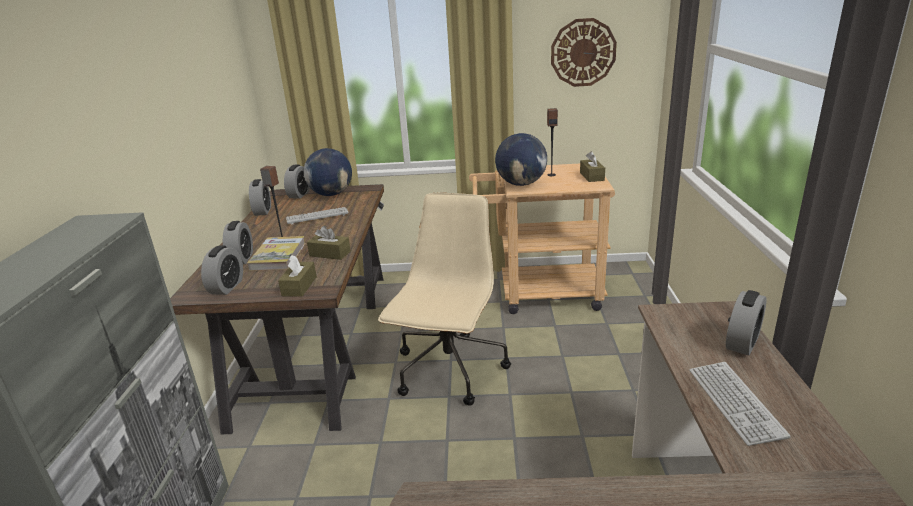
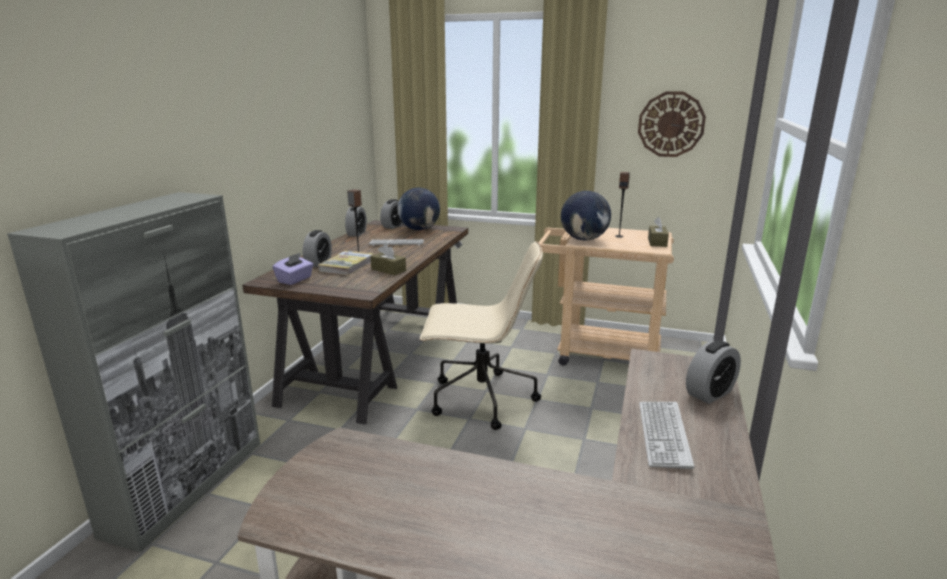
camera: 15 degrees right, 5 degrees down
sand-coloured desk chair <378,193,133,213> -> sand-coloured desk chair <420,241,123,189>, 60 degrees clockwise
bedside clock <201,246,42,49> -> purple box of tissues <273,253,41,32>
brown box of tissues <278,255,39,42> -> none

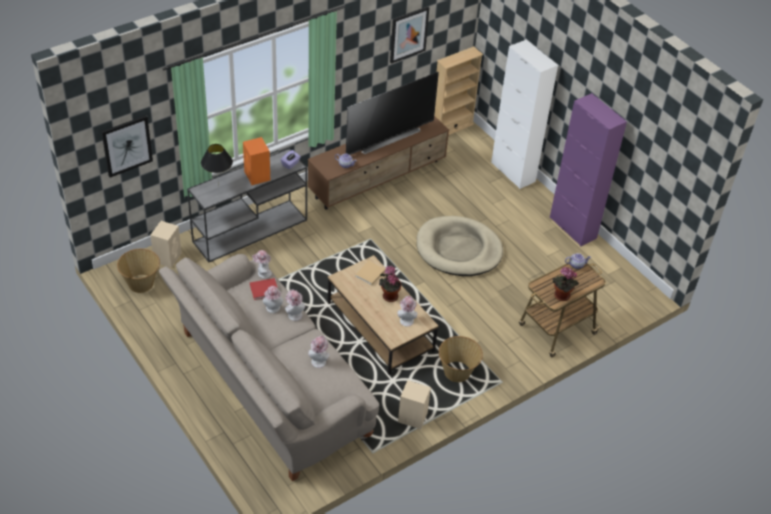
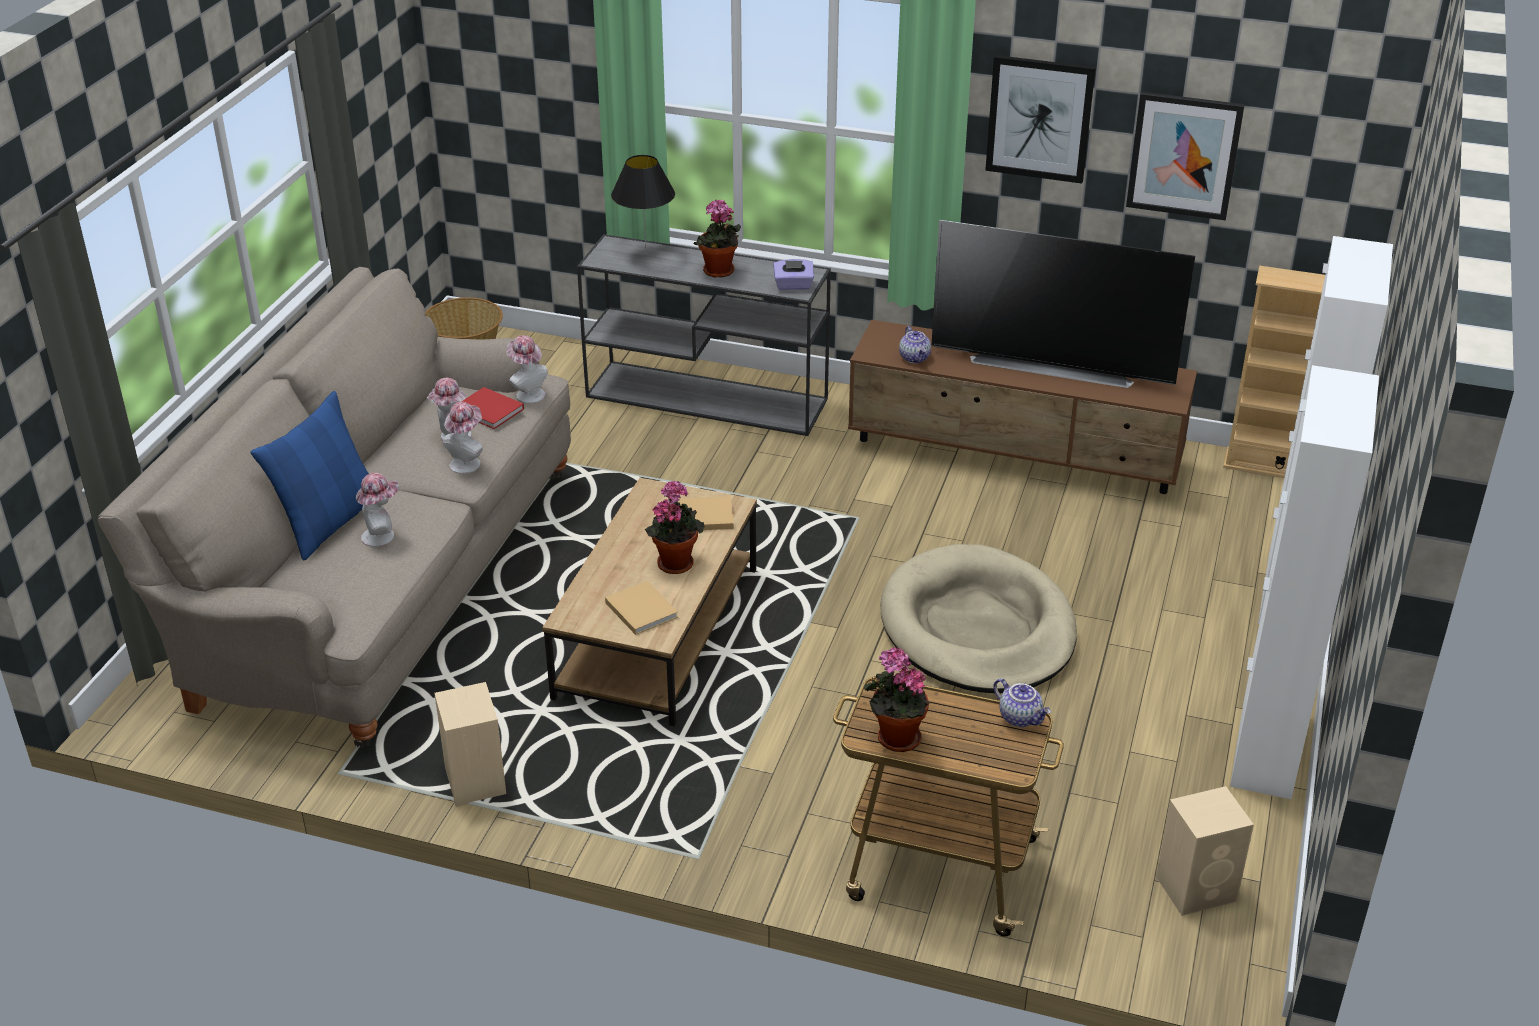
camera: 55 degrees right, 10 degrees down
purple storage cabinet <550,93,77,153> -> white storage cabinet <1230,365,149,434>
wall art <101,115,52,63> -> wall art <985,55,111,129>, moved
orangey speaker <243,137,27,48> -> potted plant <693,200,48,78>
sand-coloured speaker <150,221,31,47> -> sand-coloured speaker <1156,786,98,130>, moved
wearable hat <398,296,19,31> -> sand-coloured book <605,581,73,54>
basket <439,336,44,46> -> none
none -> blue-coloured pillow <250,391,119,169>

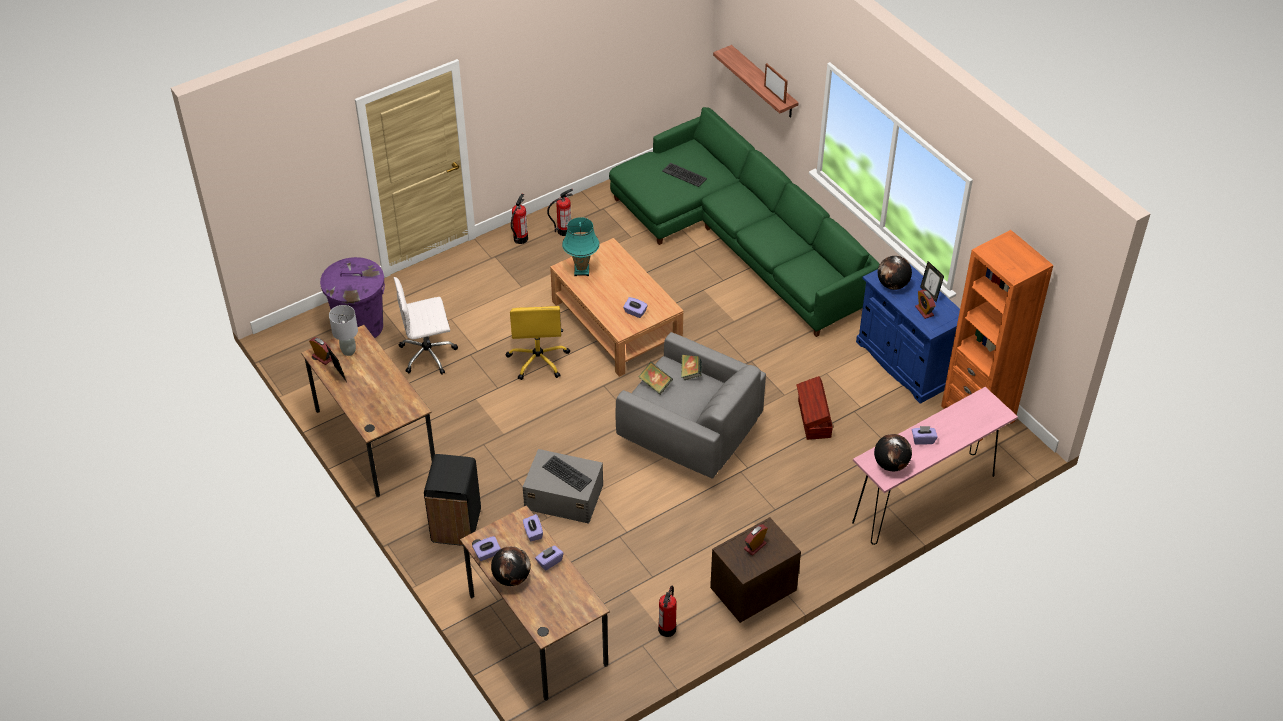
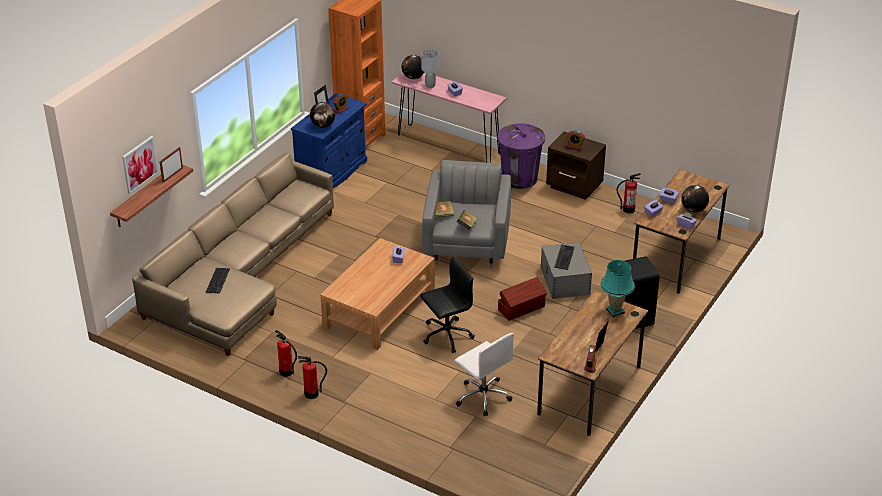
camera: 115 degrees left, 10 degrees down
green-coloured sofa <609,107,271,230> -> sand-coloured sofa <132,153,202,203>
turquoise-coloured tabletop lamp <562,217,38,59> -> turquoise-coloured tabletop lamp <601,260,34,57>, moved
purple waste bin <320,257,65,81> -> purple waste bin <497,123,48,66>, moved
gray tabletop lamp <329,305,29,51> -> gray tabletop lamp <421,49,18,39>, moved
yellowish desk chair <506,306,64,74> -> black desk chair <420,257,55,96>
brown storage bin <796,376,37,64> -> brown storage bin <498,277,49,44>, moved
world globe <874,434,38,37> -> world globe <402,55,22,24>, moved
none -> wall art <122,136,37,58>

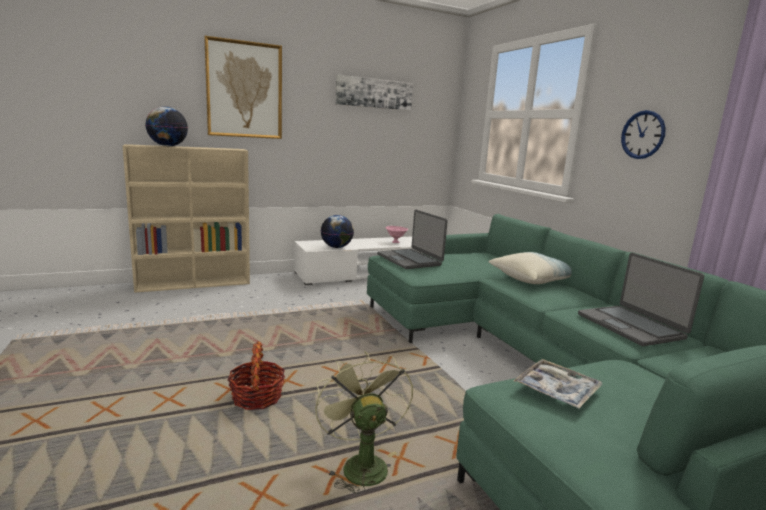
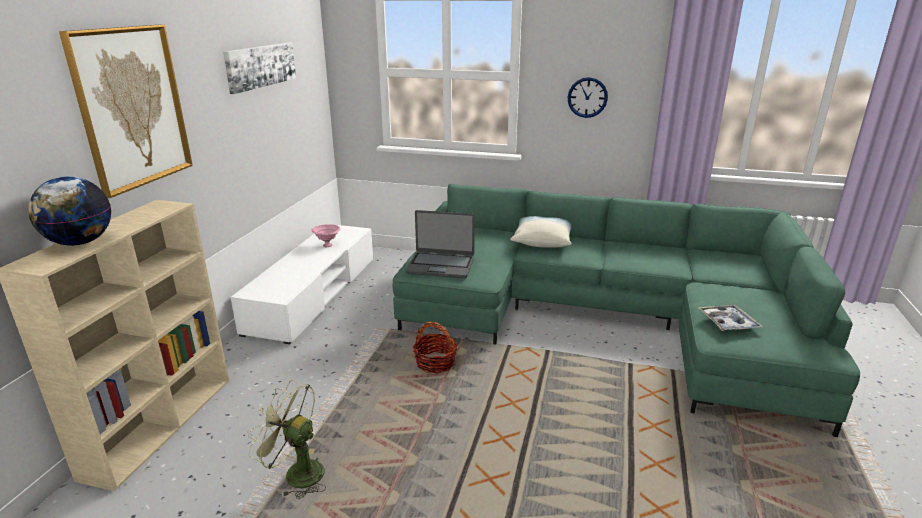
camera: 50 degrees left, 10 degrees up
world globe <321,215,33,33> -> none
notebook computer <578,253,126,93> -> none
basket <228,342,57,68> -> basket <413,322,45,52>, moved
green-coloured fan <315,351,98,143> -> green-coloured fan <248,380,78,119>, moved

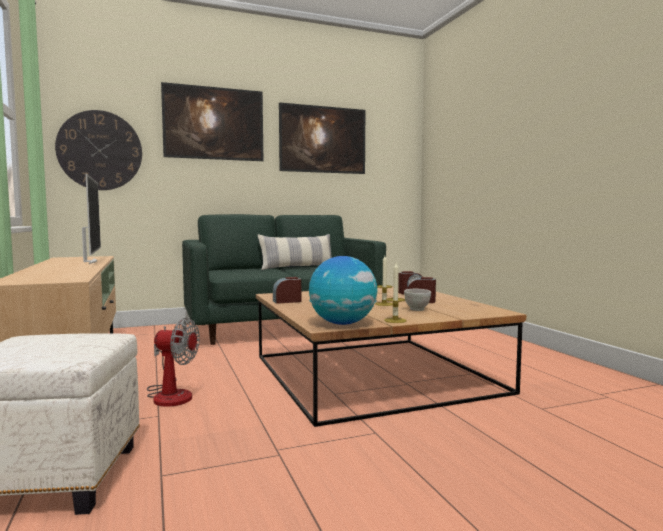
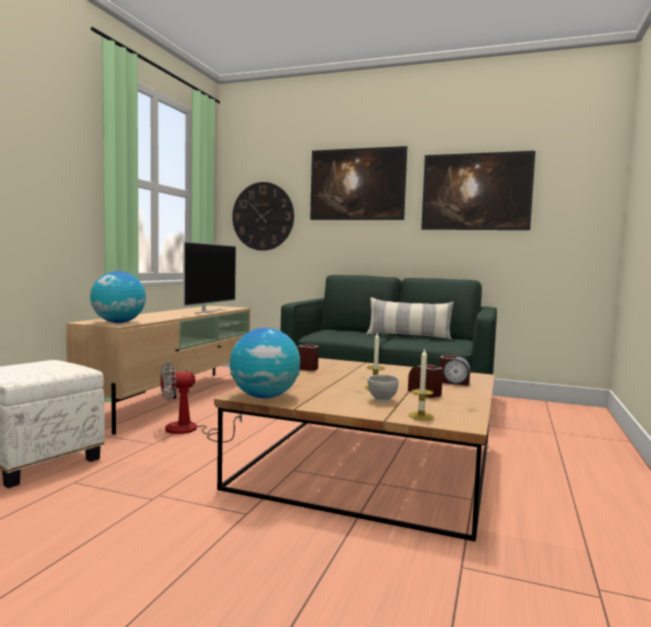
camera: 40 degrees right, 0 degrees up
candle <384,263,23,60> -> candle <408,348,26,72>, moved
fan <147,318,53,89> -> fan <160,362,82,80>, 105 degrees clockwise
none -> world globe <90,271,56,52>

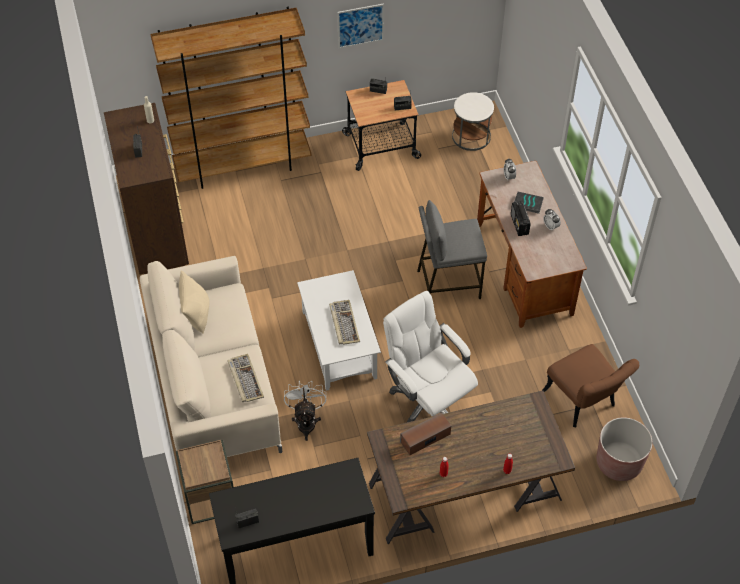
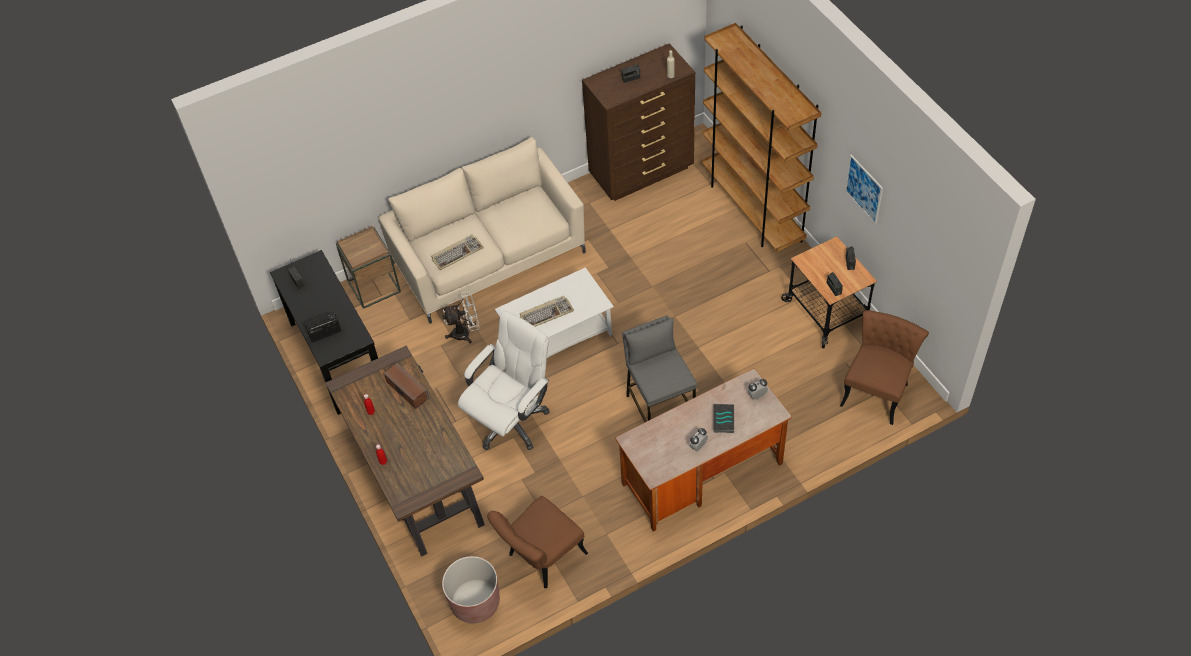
camera: 80 degrees right, 0 degrees up
white end table <452,92,42,59> -> brown chair <840,310,89,115>
radio <511,201,20,35> -> radio <304,312,37,31>, moved
sand-coloured pillow <179,271,31,63> -> none

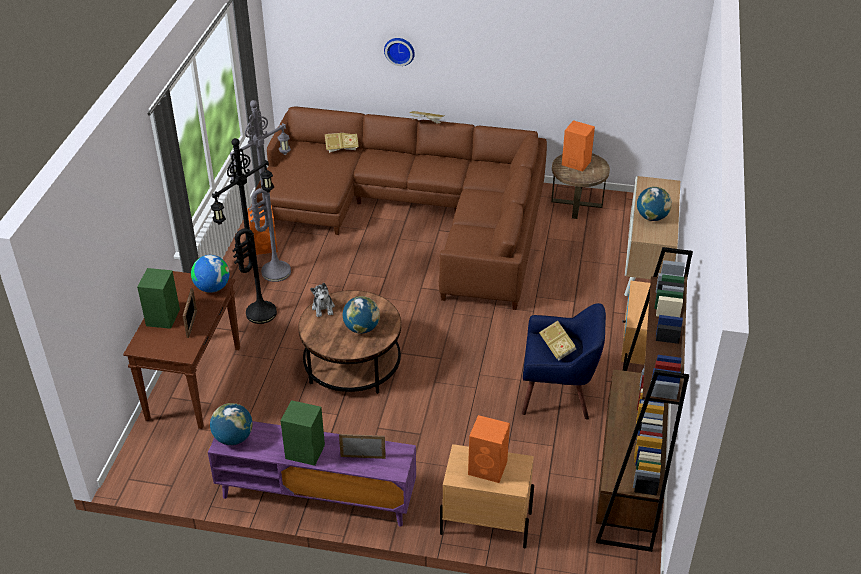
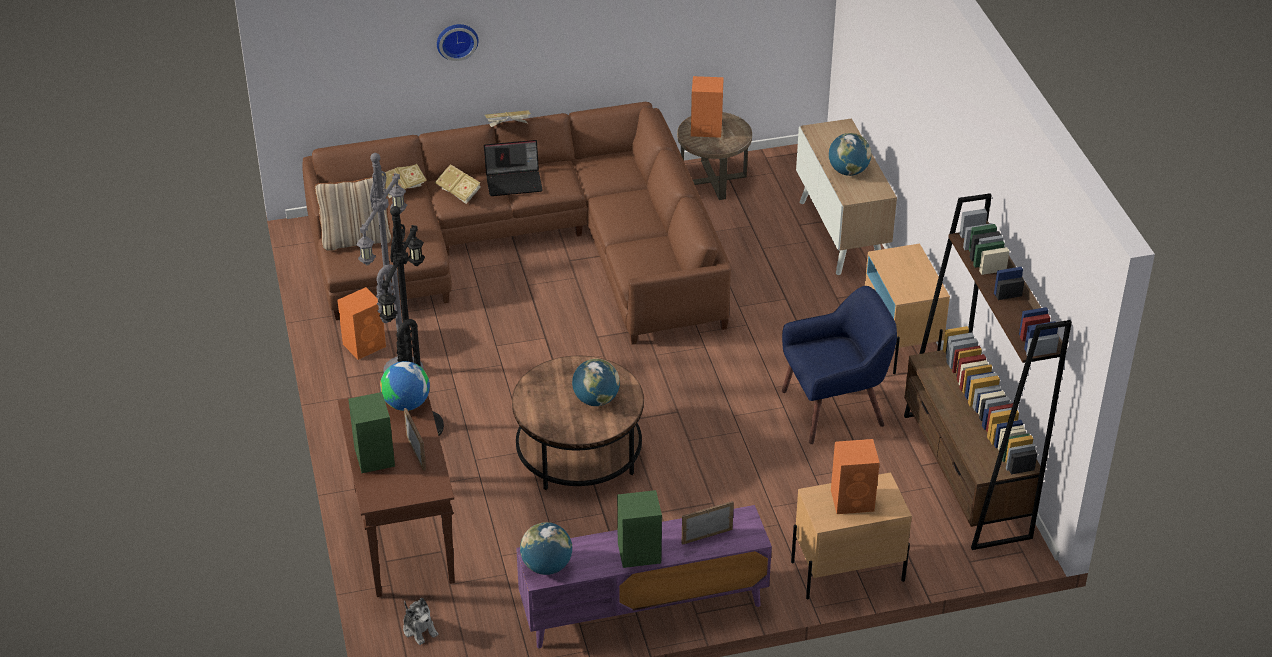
camera: 25 degrees left, 0 degrees up
plush toy <310,283,25,34> -> plush toy <403,598,35,47>, moved
book <539,320,37,41> -> book <435,164,46,40>, moved
none -> notebook computer <484,140,59,56>
none -> sand-coloured pillow <315,177,77,74>

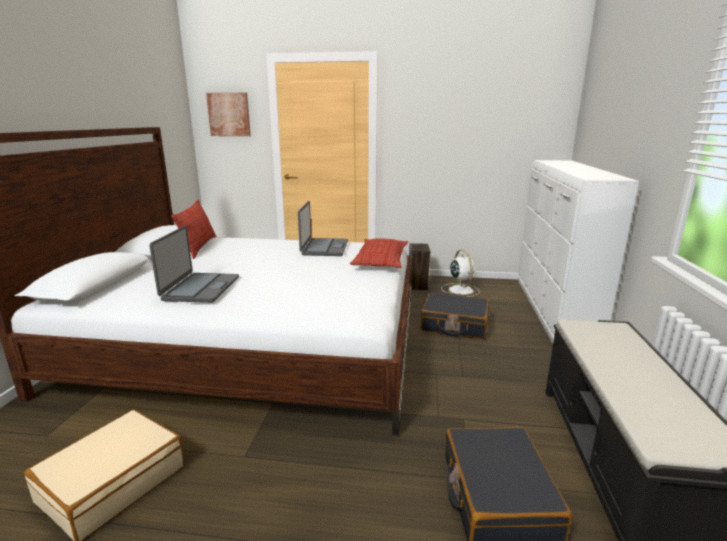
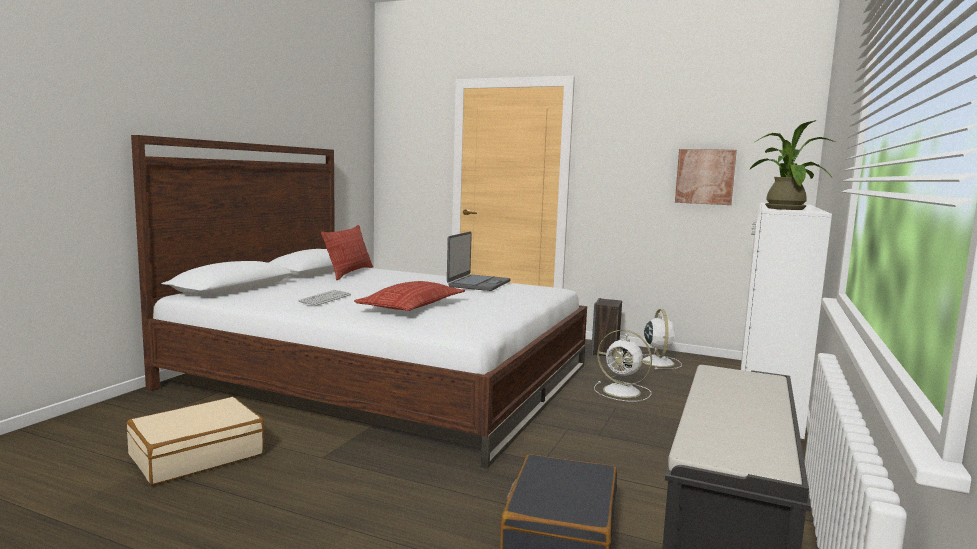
camera: 15 degrees right, 10 degrees down
wall art <206,93,45,43> -> wall art <675,149,62,56>, moved
notebook computer <149,226,90,77> -> keyboard <299,290,52,16>
pillow <350,238,58,30> -> pillow <354,281,111,30>, moved
black travel case <421,293,68,46> -> white fan <594,330,58,72>
none -> potted plant <750,120,86,90>

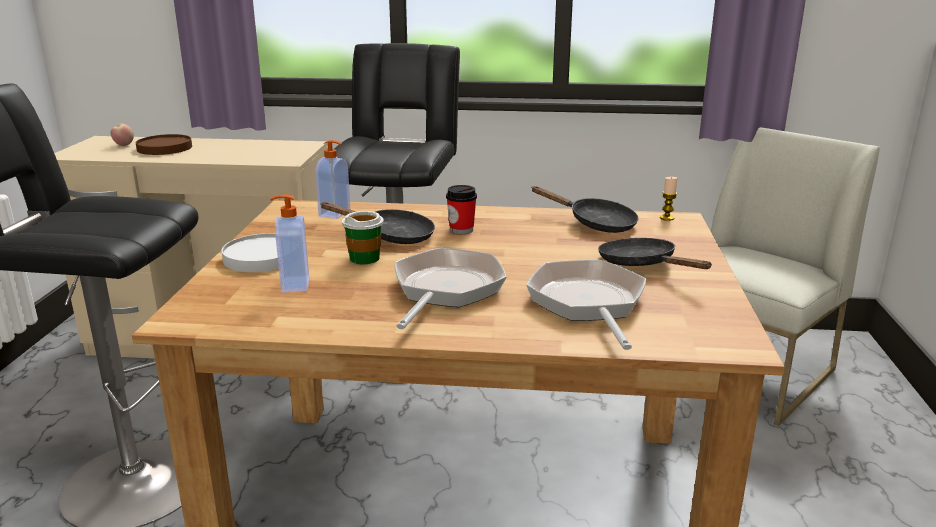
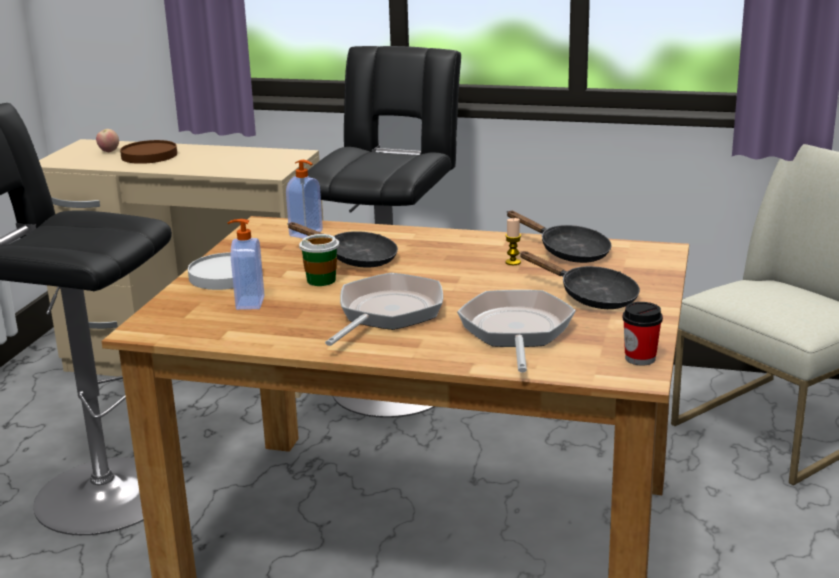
camera: 10 degrees right, 0 degrees up
candle <660,176,17,45> -> candle <505,218,16,47>, moved
cup <446,185,31,49> -> cup <622,302,41,63>, moved
black pan <598,238,114,31> -> black pan <520,251,120,58>, 150 degrees clockwise

